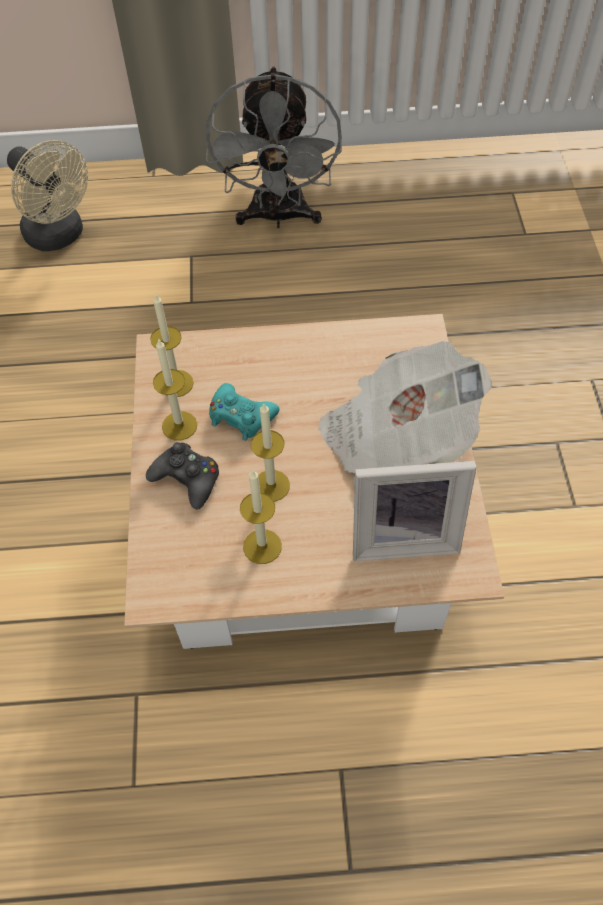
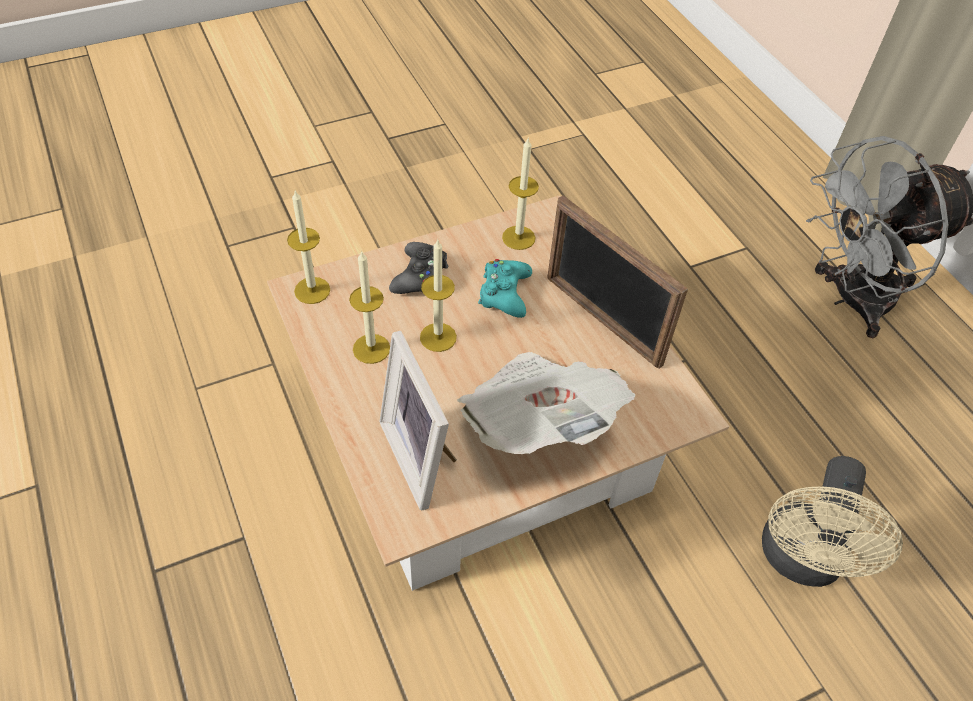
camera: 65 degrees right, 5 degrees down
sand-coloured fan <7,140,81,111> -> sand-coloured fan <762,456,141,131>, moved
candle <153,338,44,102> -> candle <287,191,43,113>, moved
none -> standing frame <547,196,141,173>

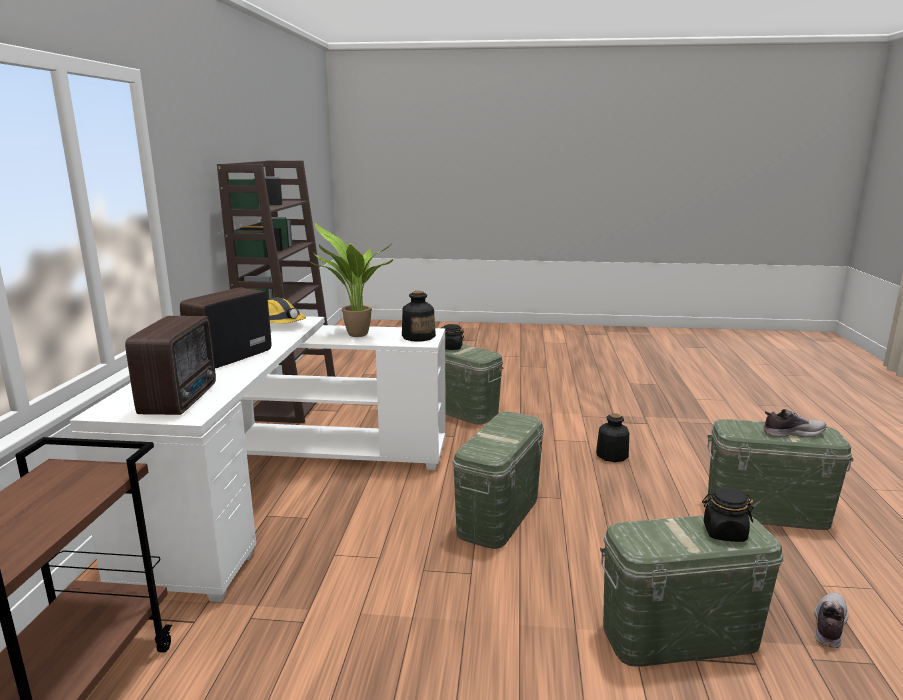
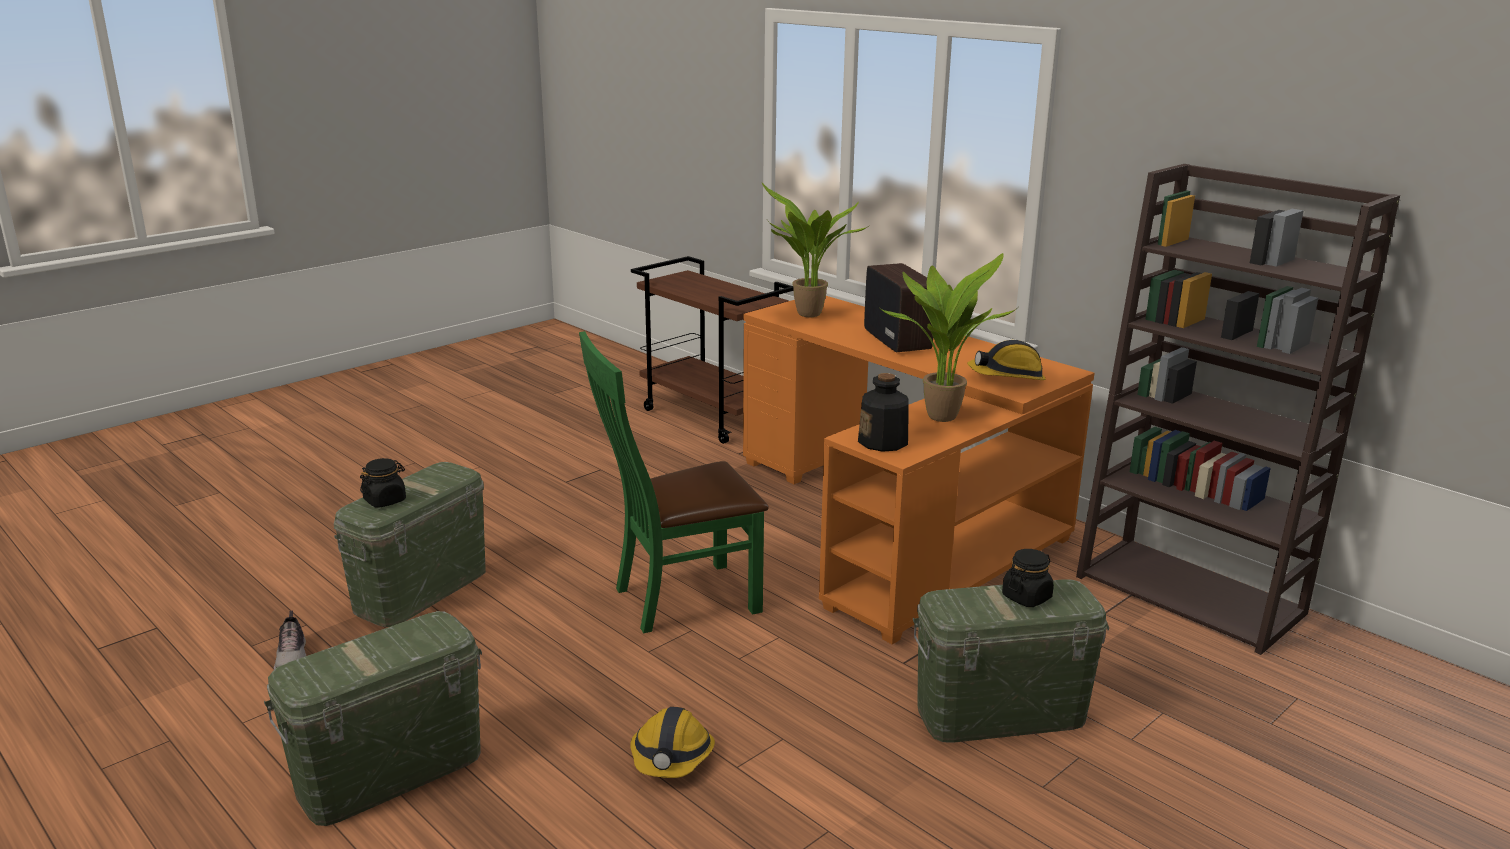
camera: 130 degrees right, 5 degrees up
white desk table <70,316,376,286> -> orangey desk table <743,296,351,348>
radio <125,316,91,99> -> potted plant <762,183,105,134>
low shoe <763,409,63,28> -> none
green-coloured storage bin <452,411,92,138> -> green-coloured chair <579,331,190,302>
drink bottle <596,413,33,49> -> safety helmet <630,707,85,71>

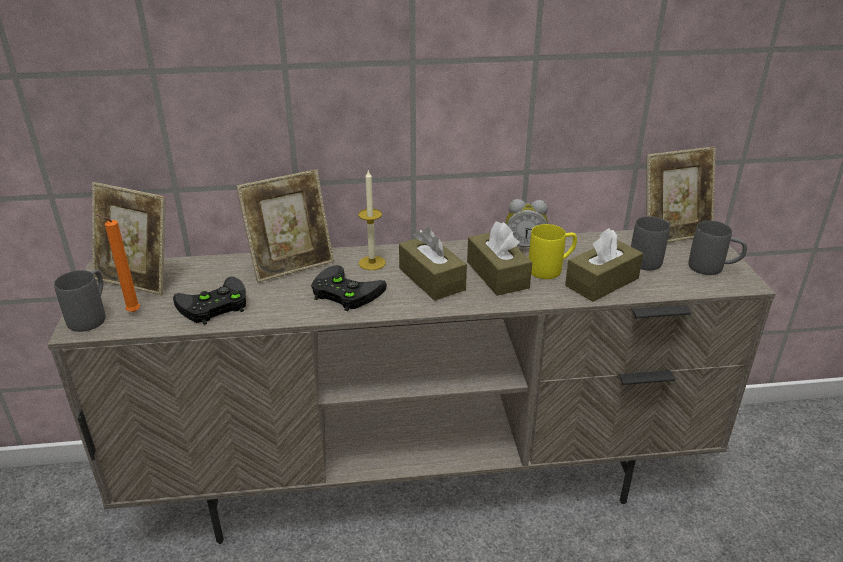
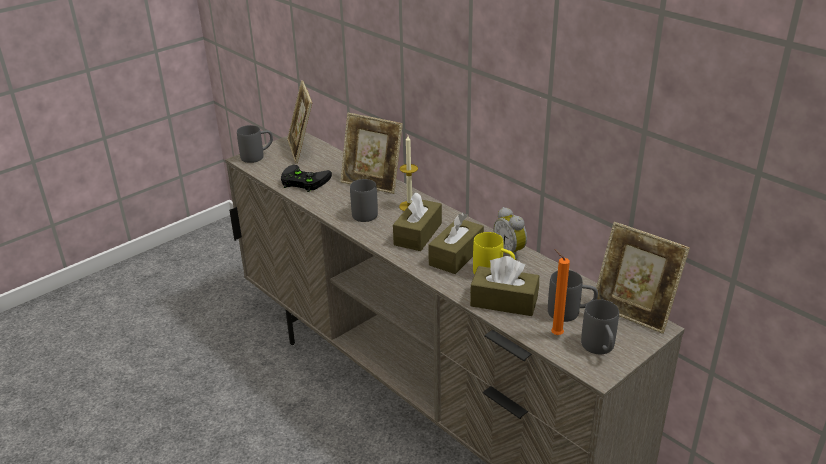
camera: 55 degrees right, 0 degrees up
orangey candle <94,214,46,98> -> orangey candle <551,249,19,86>, moved
black joypad <311,265,76,46> -> gray mug <350,179,28,43>

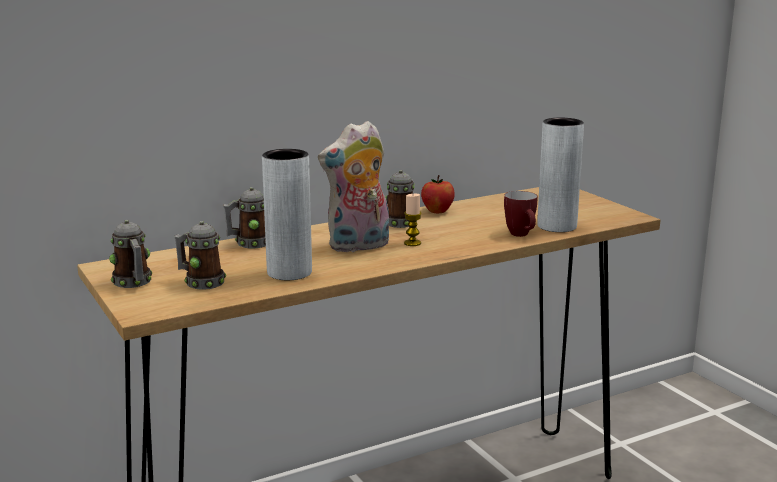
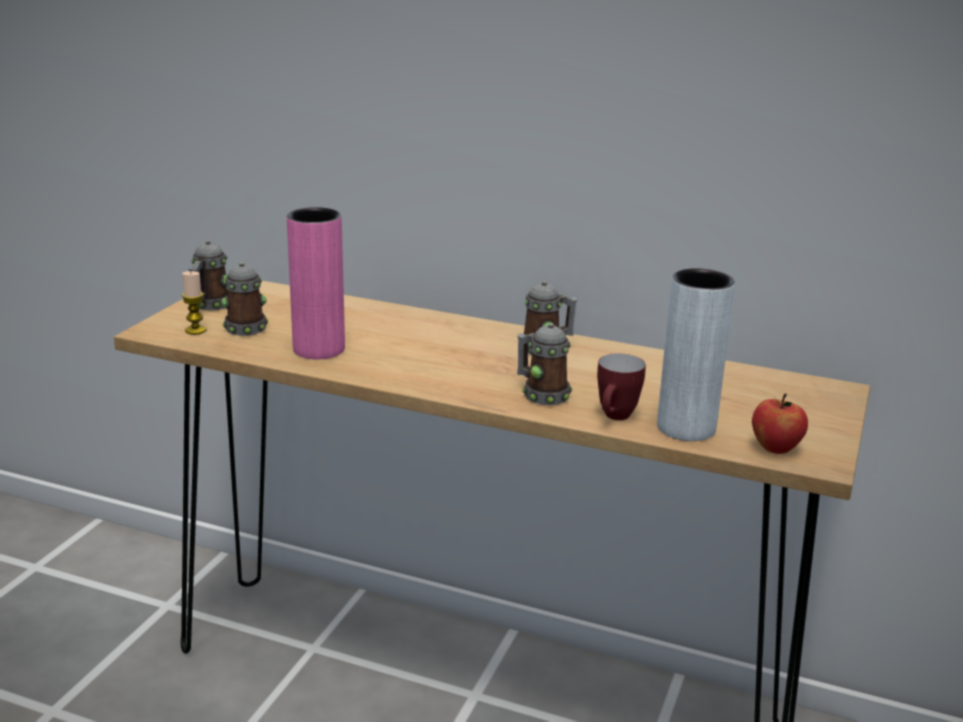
camera: 50 degrees right, 5 degrees up
plush toy <318,121,71,131> -> none
gray vase <262,149,50,131> -> pink-coloured vase <287,207,58,153>
apple fruit <421,175,34,38> -> apple fruit <752,394,56,60>, moved
mug <223,187,43,61> -> mug <517,323,55,82>, moved
candle <404,194,18,52> -> candle <182,271,24,64>, moved

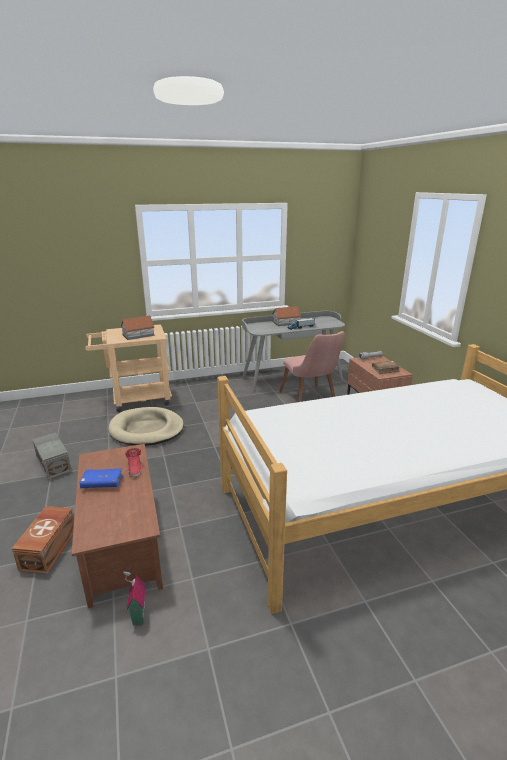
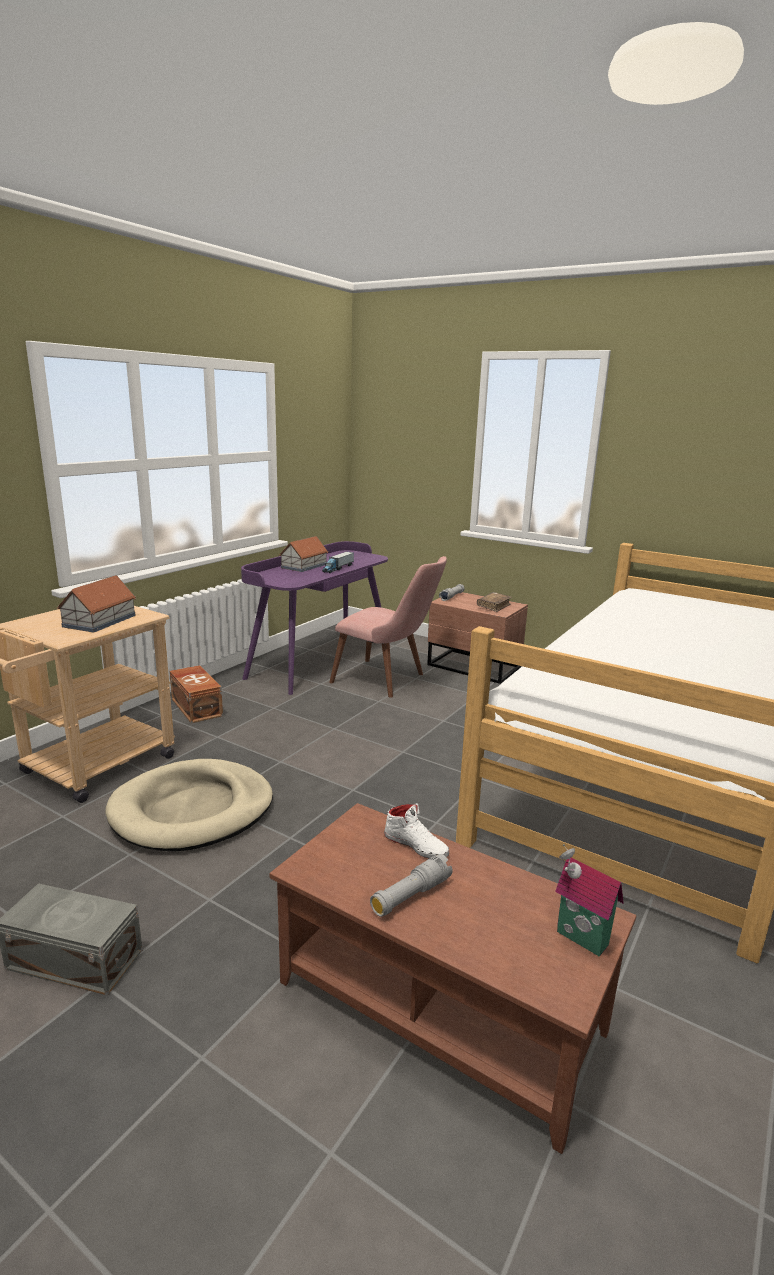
camera: 40 degrees left, 5 degrees down
gray desk table <242,311,103,82> -> purple desk table <241,541,147,154>
reddish low shoe <125,448,17,29> -> white low shoe <384,803,65,55>
blue-coloured book <79,468,44,20> -> gray torch <370,854,82,63>
brown storage bin <12,506,62,68> -> brown storage bin <169,665,54,58>, moved
model house <123,568,23,57> -> model house <555,844,69,113>, moved

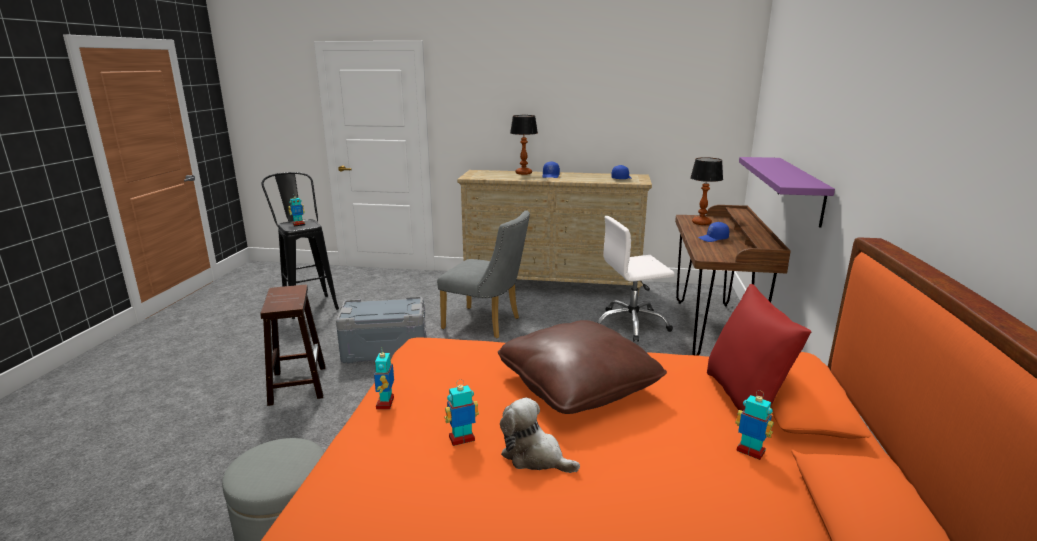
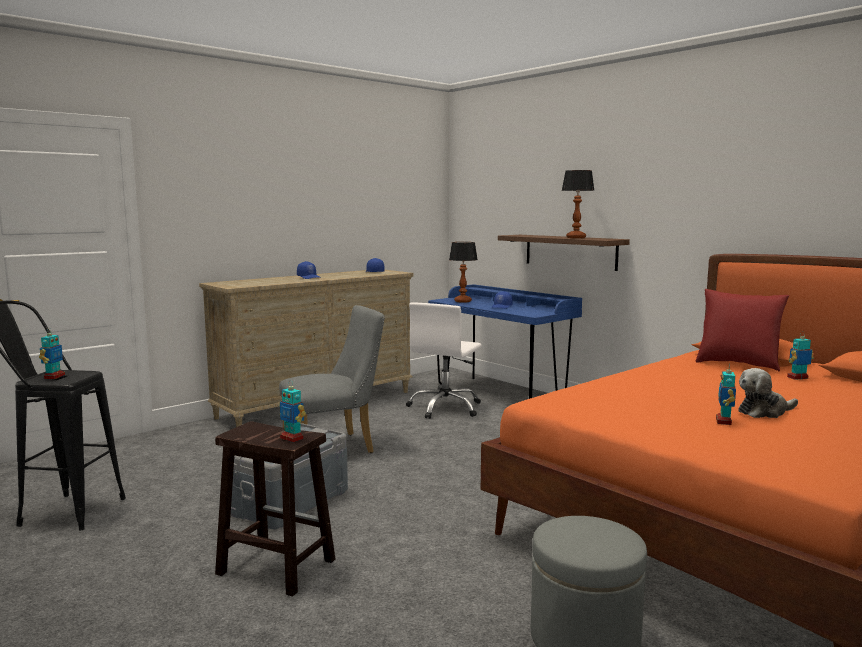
camera: 50 degrees left, 10 degrees down
tabletop lamp <510,115,28,60> -> tabletop lamp <562,170,32,68>, moved
purple shelf <739,157,96,71> -> brown shelf <498,235,132,36>
brown desk table <675,205,116,151> -> blue-coloured desk table <428,284,154,115>
brown pillow <498,320,169,94> -> none
toy robot <374,348,20,61> -> toy robot <280,380,26,62>, moved

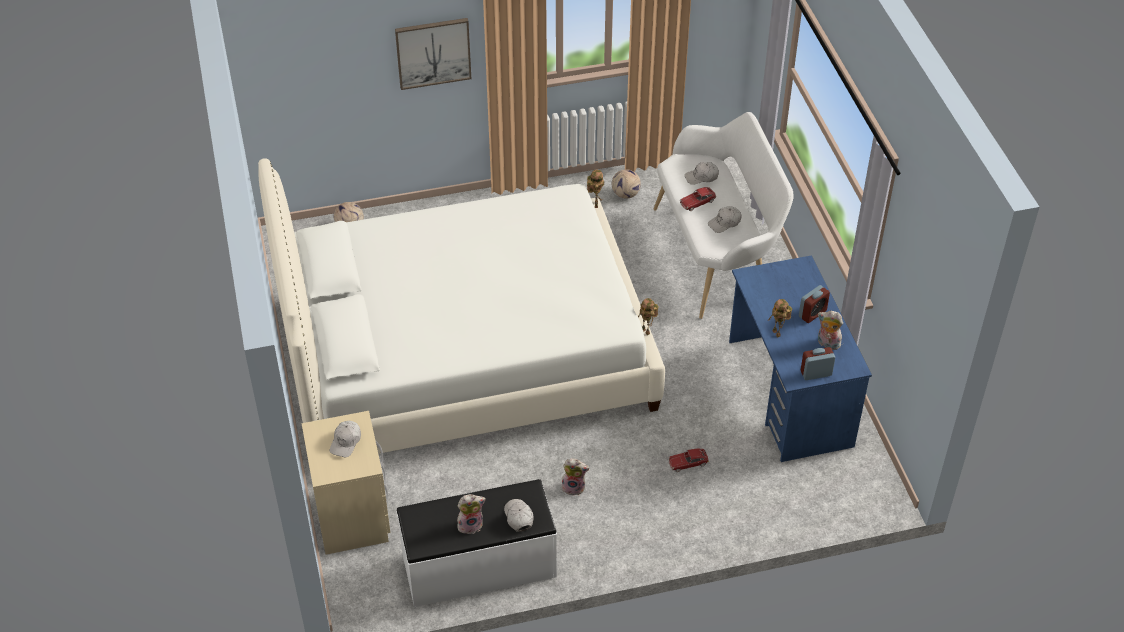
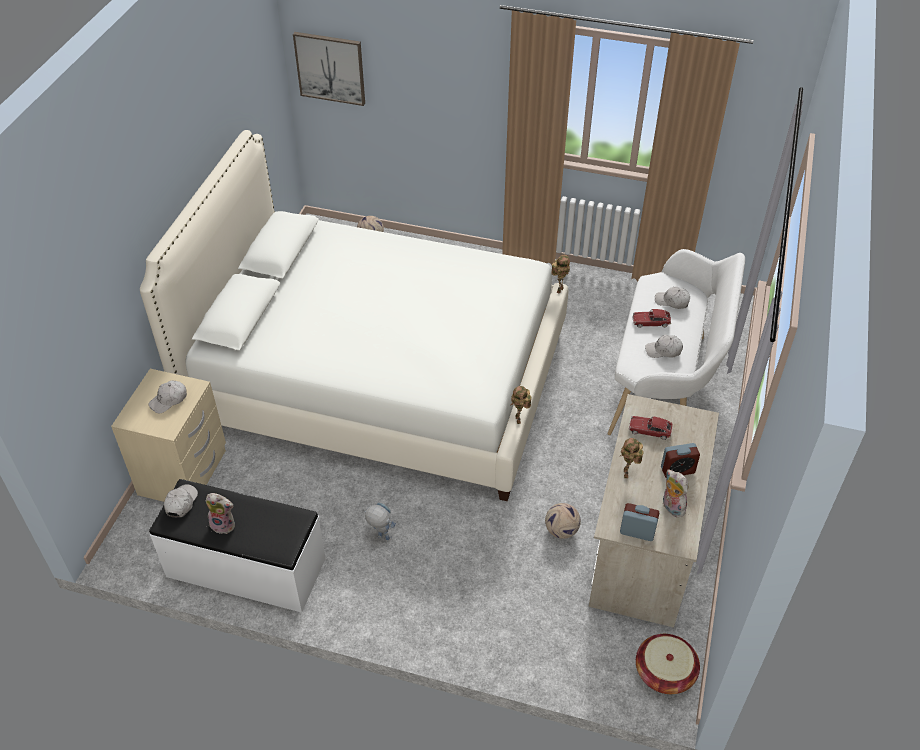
camera: 30 degrees right, 0 degrees up
wall art <395,18,76,72> -> wall art <293,32,72,74>, moved
football ball <612,169,29,30> -> football ball <545,503,36,36>, moved
blue-coloured desk table <729,255,143,207> -> sand-coloured desk table <589,394,130,234>
miniature car <668,448,41,24> -> miniature car <629,416,44,24>, moved
plush toy <561,458,29,38> -> toy robot <365,503,31,39>
white peaked cap <504,499,30,33> -> white peaked cap <164,484,34,33>, moved
none -> basket <636,634,64,60>

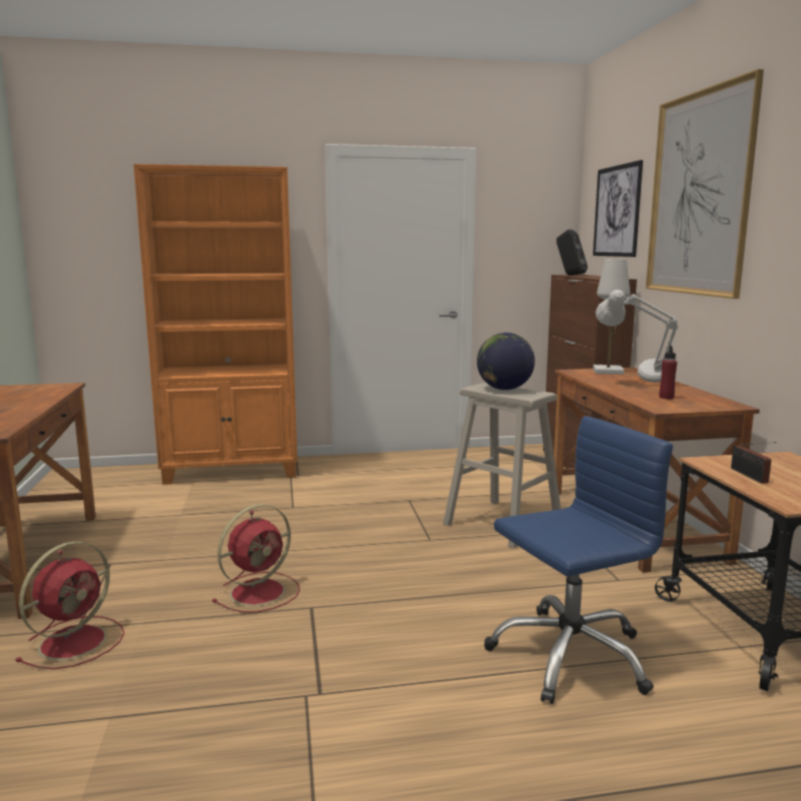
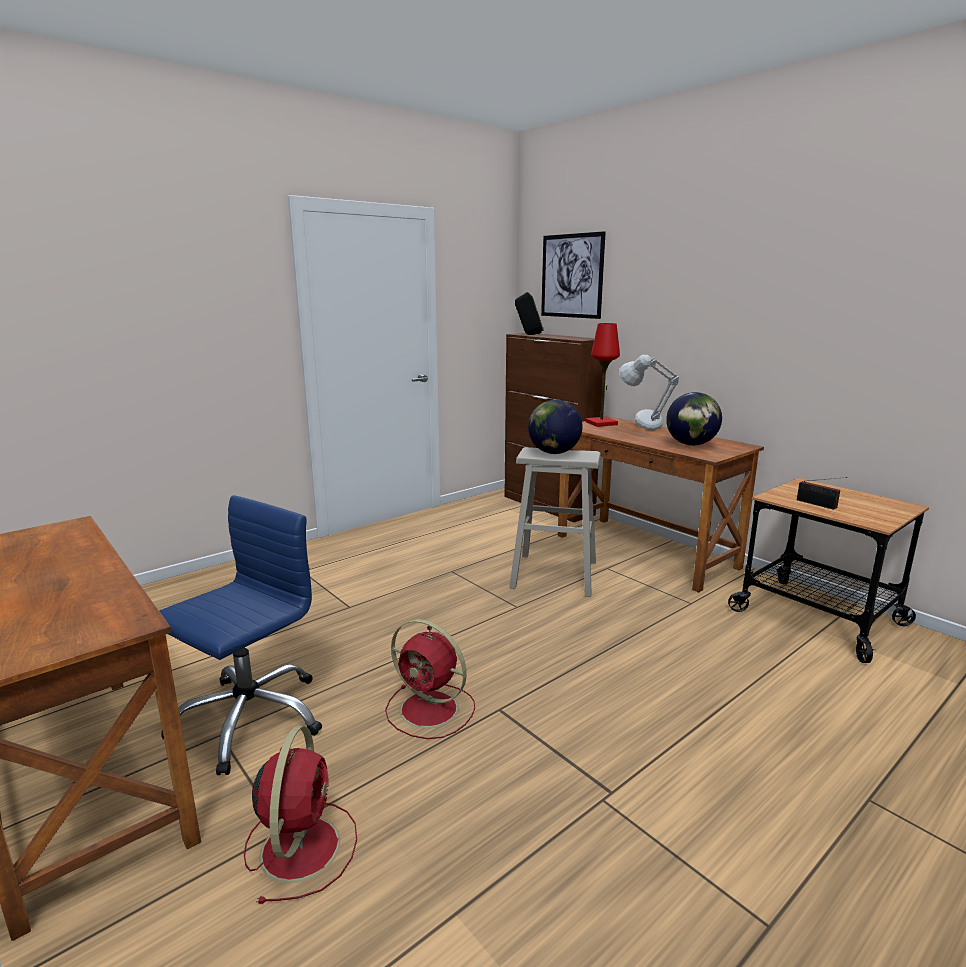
camera: 30 degrees left, 5 degrees up
wall art <646,69,118,230> -> none
orangey bookcase <134,164,163,321> -> none
white tabletop lamp <593,259,37,115> -> reddish tabletop lamp <585,323,35,104>
reddish drink bottle <659,345,18,54> -> world globe <666,392,56,54>
blue-coloured desk chair <484,416,189,288> -> blue-coloured desk chair <159,495,163,280>, moved
reddish fan <212,504,88,108> -> reddish fan <385,619,90,120>, 105 degrees clockwise

